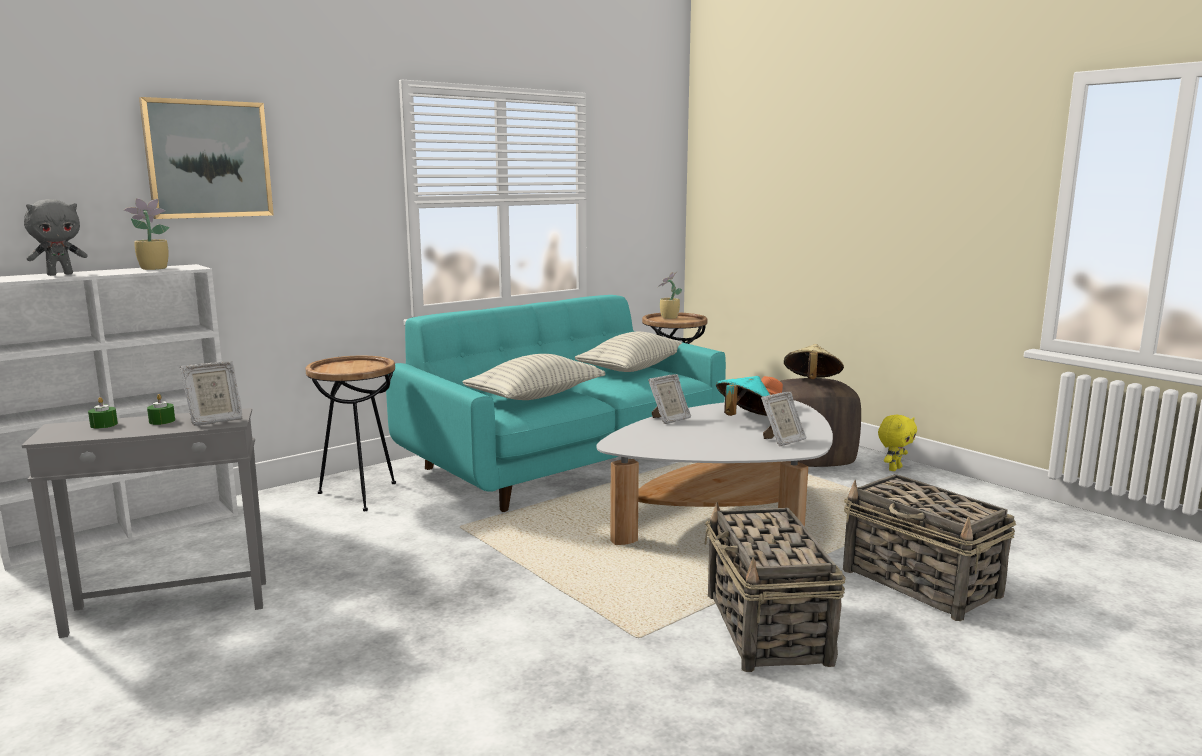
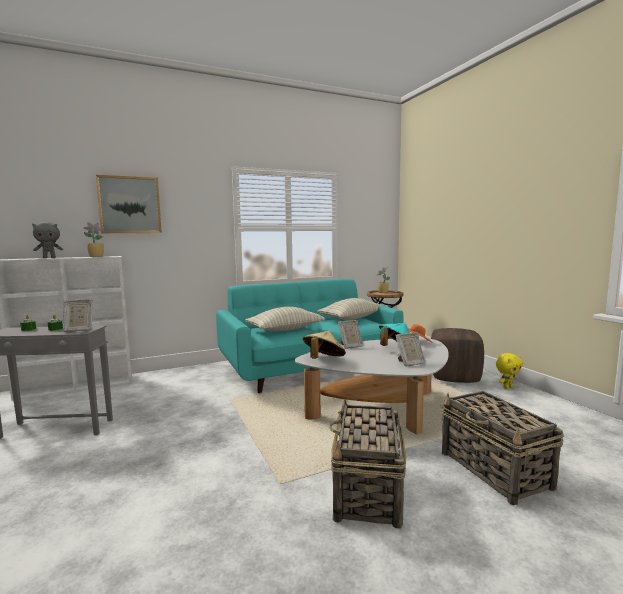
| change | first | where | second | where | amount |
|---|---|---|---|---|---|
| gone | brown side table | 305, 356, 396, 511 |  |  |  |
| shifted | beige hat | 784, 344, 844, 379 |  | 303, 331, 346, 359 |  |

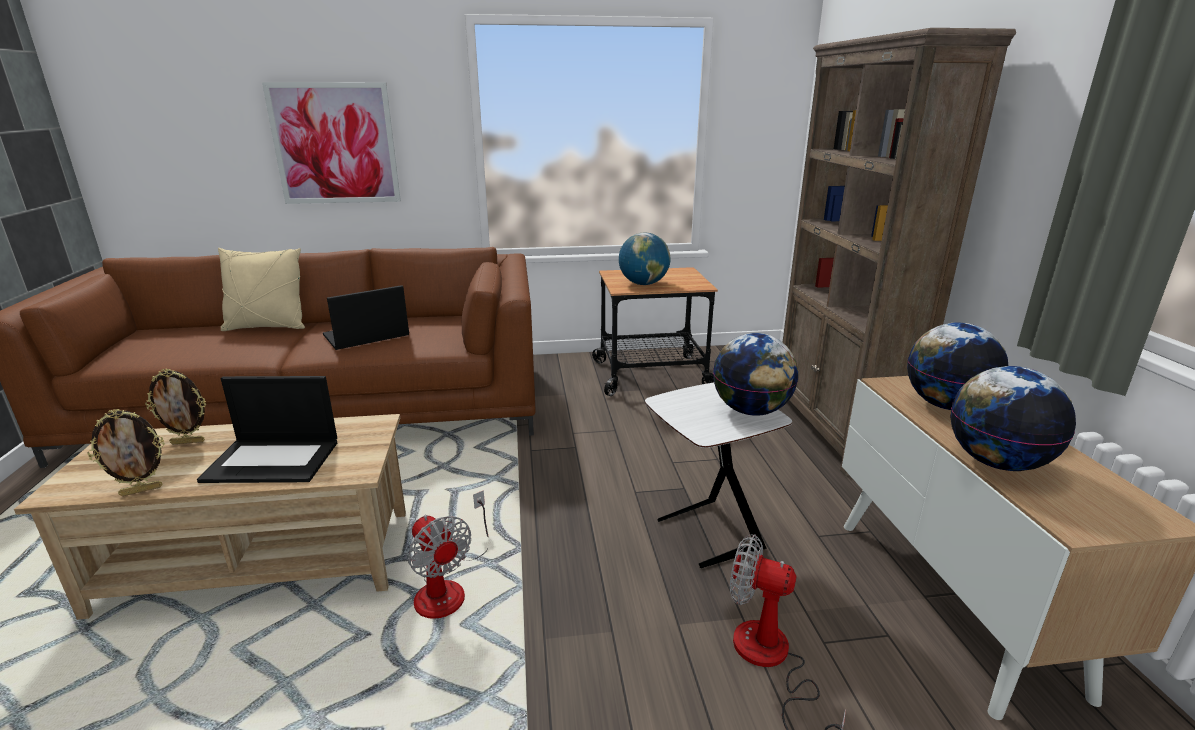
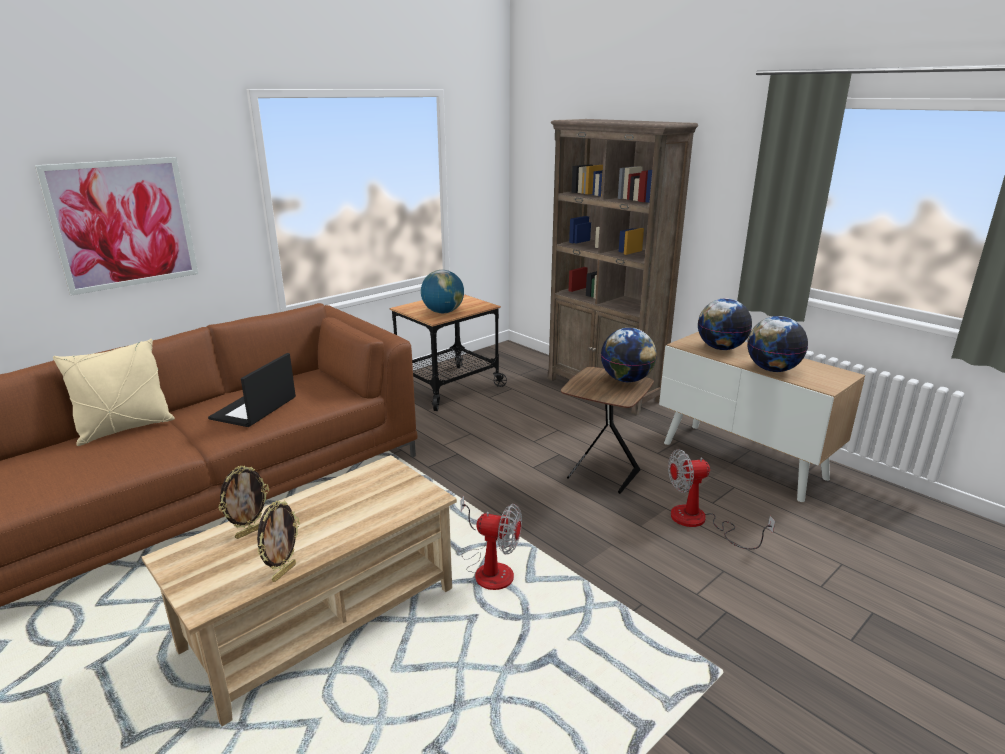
| change | first | where | second | where | amount |
|---|---|---|---|---|---|
| gone | laptop | 197, 376, 337, 483 |  |  |  |
| repainted | white side table | 645, 382, 792, 568 | brown side table | 561, 367, 654, 494 |  |

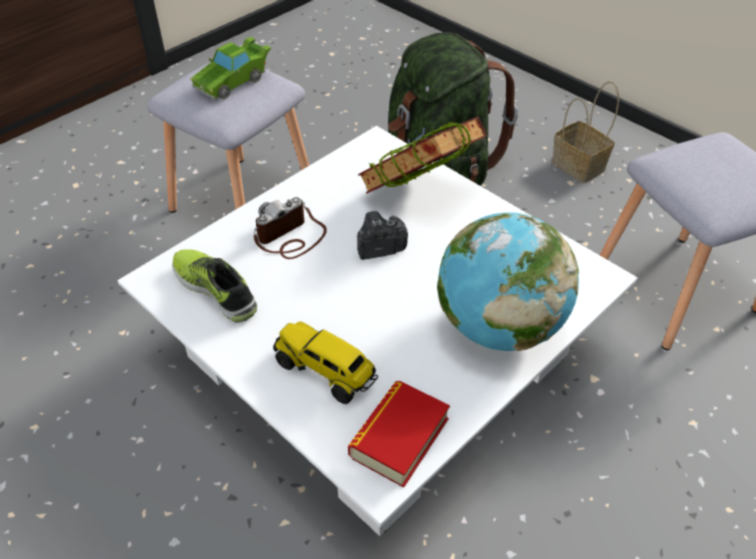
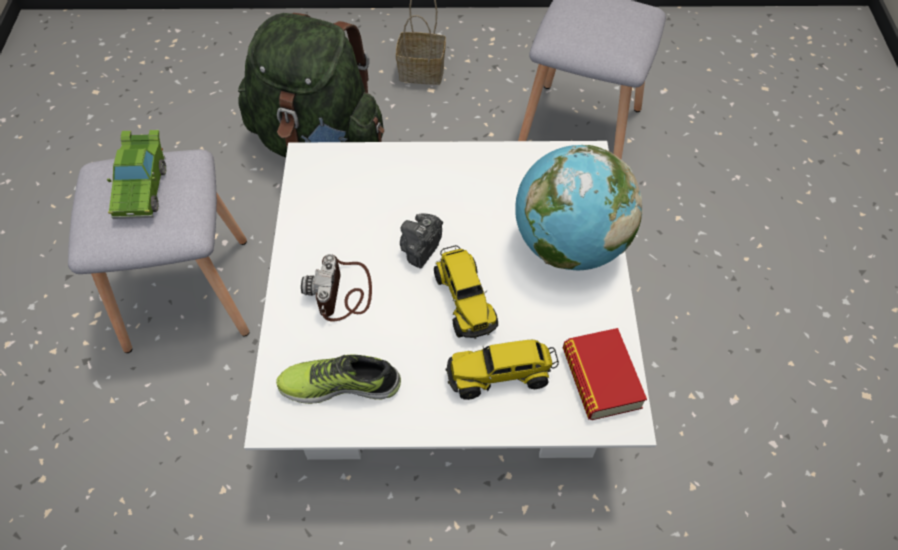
| change | first | where | second | where | amount |
|---|---|---|---|---|---|
| gone | book | 358, 117, 487, 194 |  |  |  |
| new |  |  | toy truck | 434, 245, 498, 339 |  |

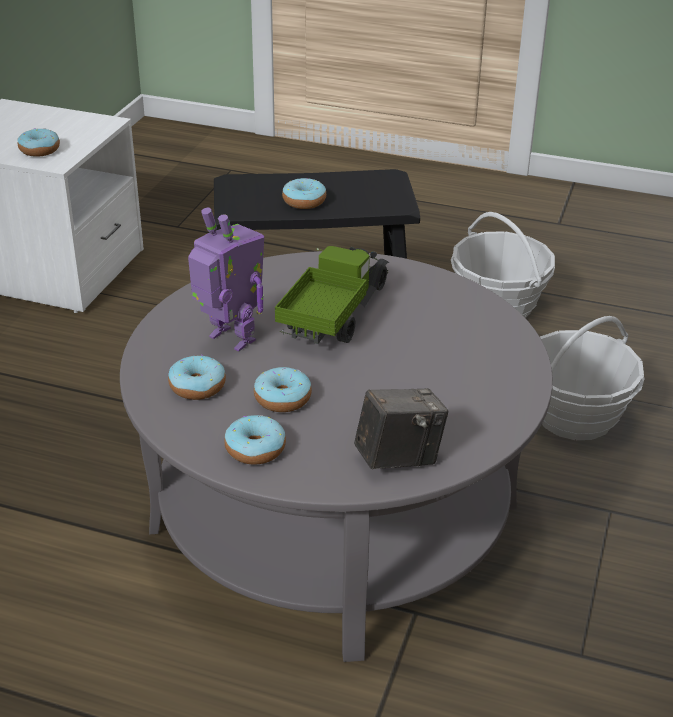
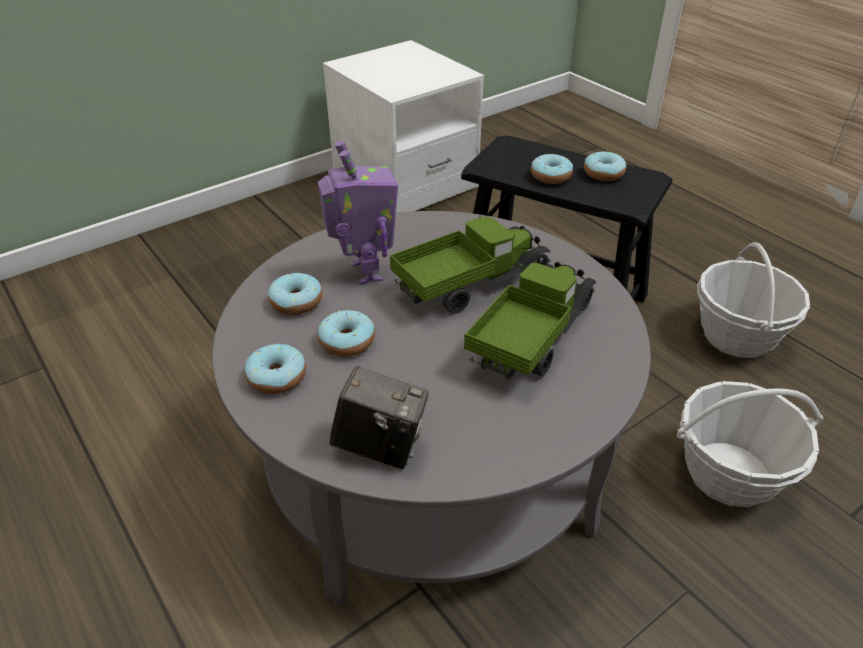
| change | first | where | second | where | amount |
|---|---|---|---|---|---|
| shifted | donut | 17, 128, 60, 157 |  | 584, 151, 626, 181 |  |
| new |  |  | toy truck | 464, 262, 597, 379 |  |

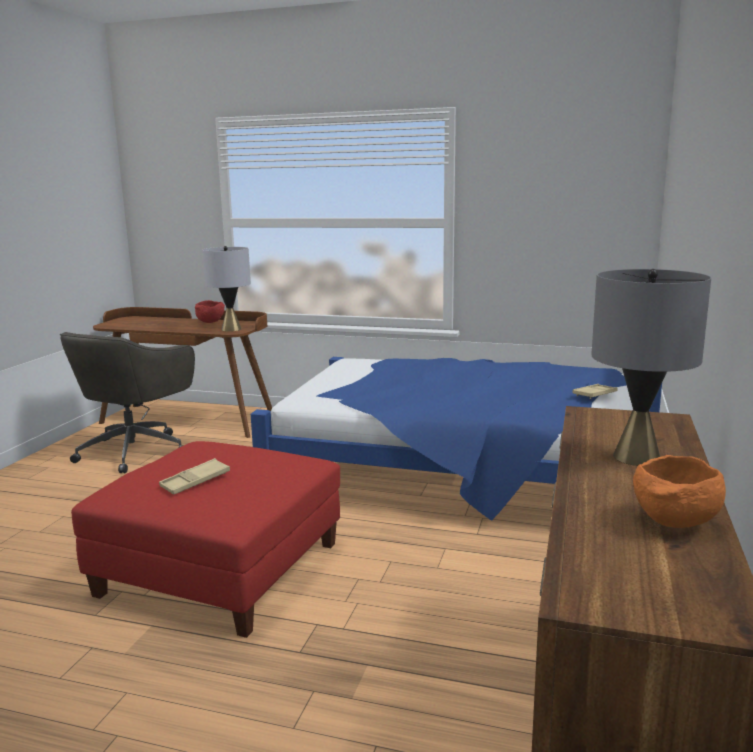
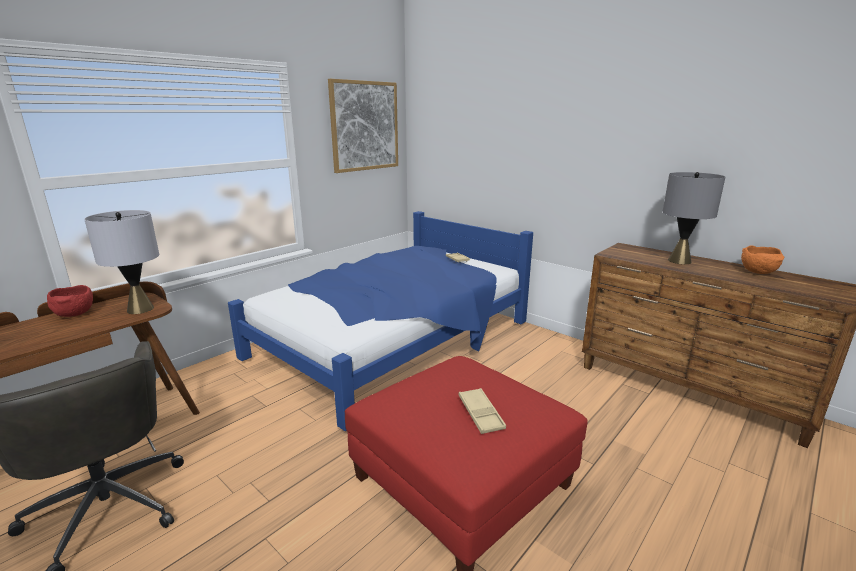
| change | first | where | second | where | amount |
|---|---|---|---|---|---|
| new |  |  | picture | 328, 79, 398, 173 |  |

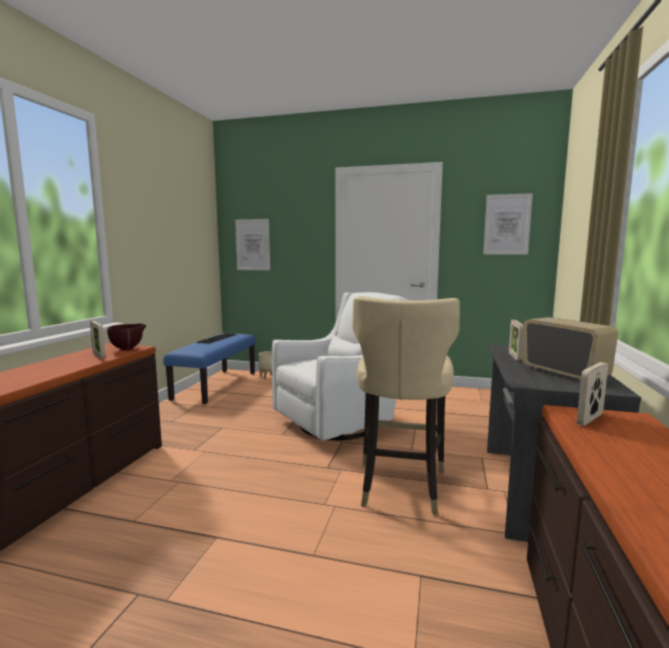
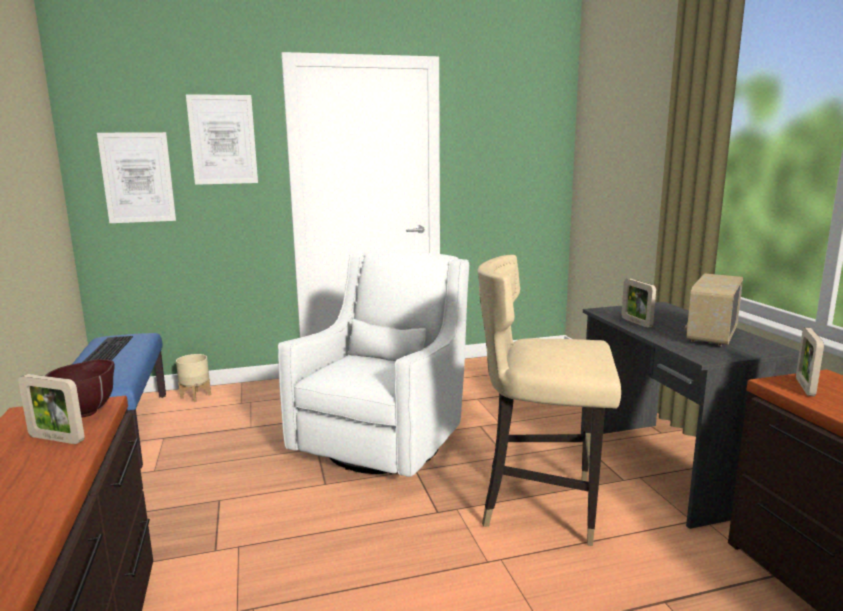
| change | first | where | second | where | amount |
|---|---|---|---|---|---|
| rotated | beige chair | 352, 296, 460, 516 |  | 477, 255, 621, 546 | 120 degrees clockwise |
| shifted | picture | 483, 193, 533, 255 |  | 186, 94, 258, 185 |  |
| rotated | radio | 522, 317, 618, 381 |  | 685, 273, 743, 346 | 90 degrees counterclockwise |

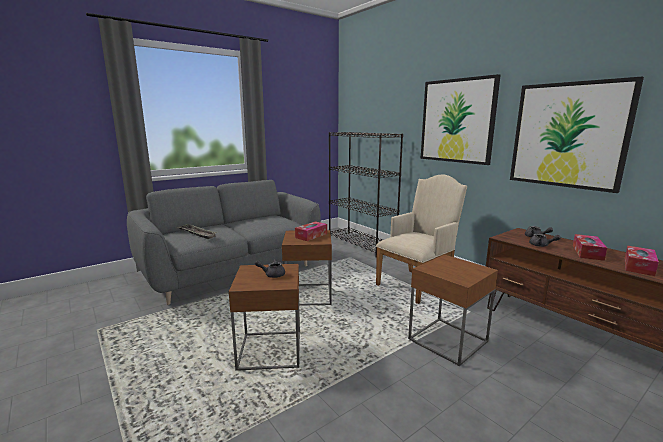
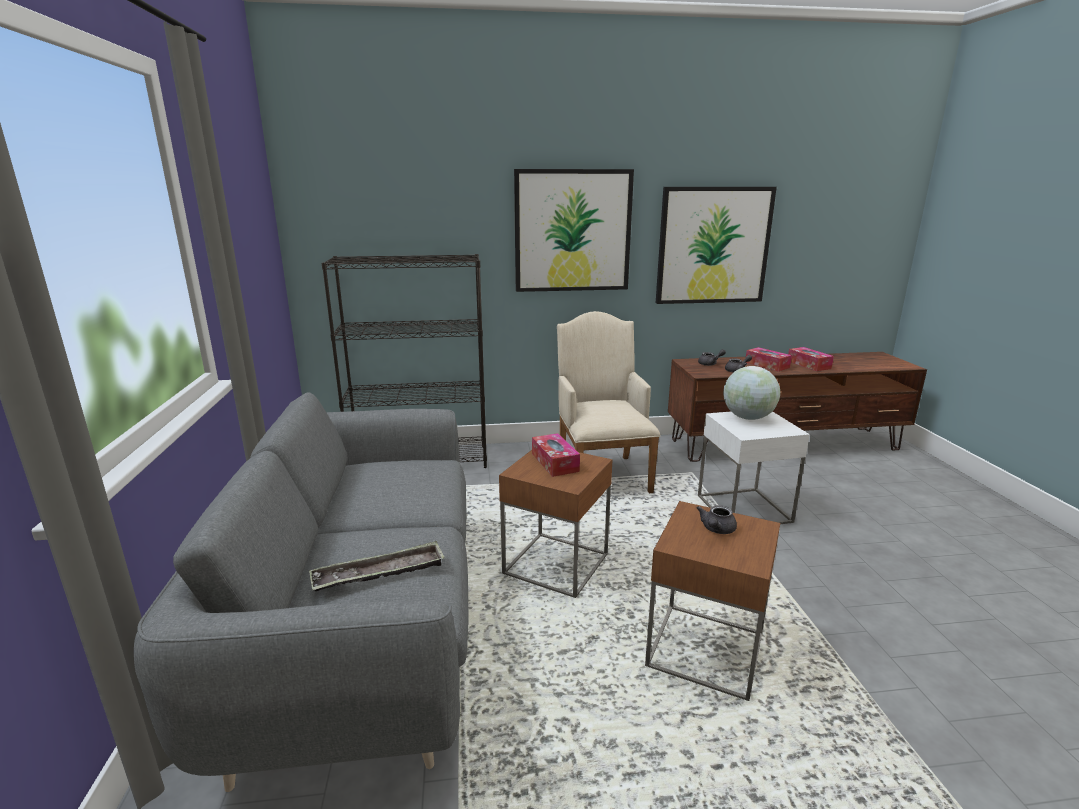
| change | first | where | second | where | amount |
|---|---|---|---|---|---|
| repainted | brown side table | 408, 254, 498, 366 | white side table | 698, 411, 810, 524 |  |
| new |  |  | globe | 723, 366, 780, 420 |  |

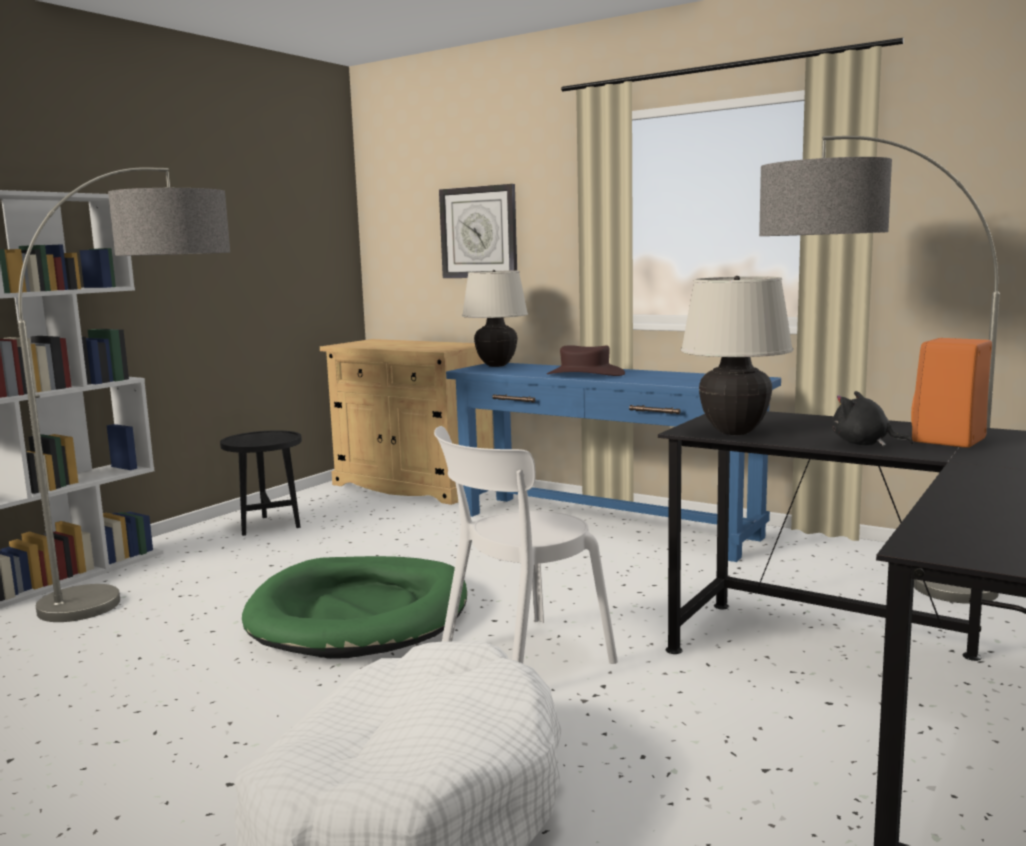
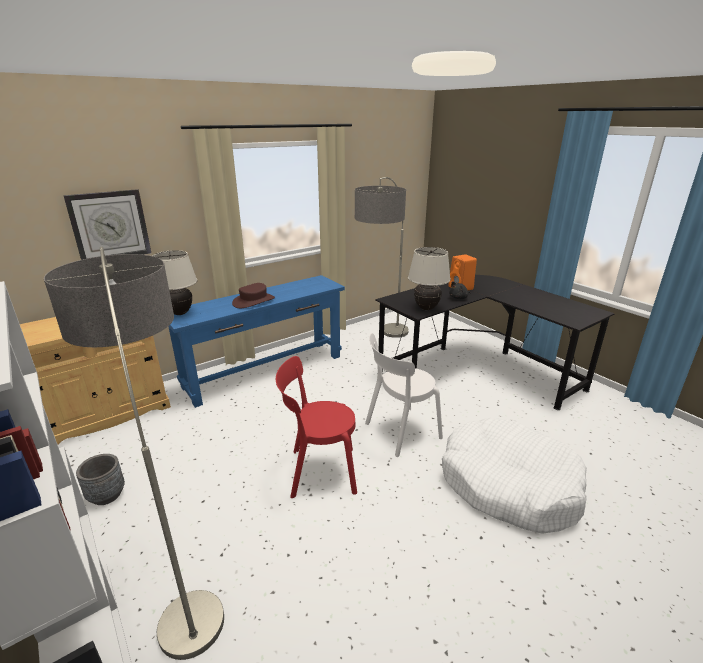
| change | first | where | second | where | amount |
|---|---|---|---|---|---|
| swapped | black side table | 220, 430, 302, 536 | grey planter | 76, 454, 125, 505 |  |
| swapped | green dog bed | 242, 556, 467, 659 | red chair | 276, 356, 357, 498 |  |
| rotated | white chair | 434, 426, 618, 664 |  | 365, 333, 443, 457 | 75 degrees clockwise |

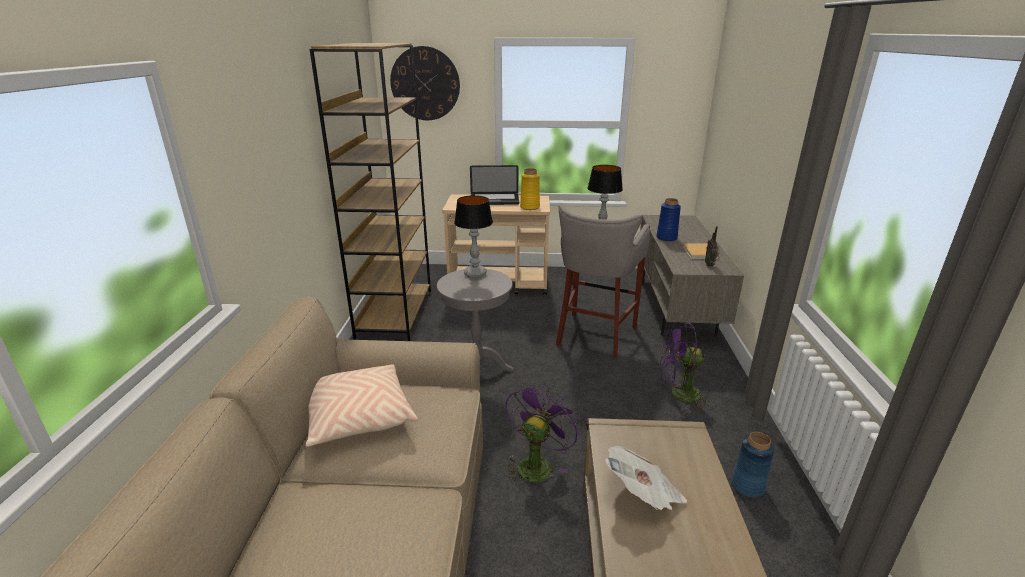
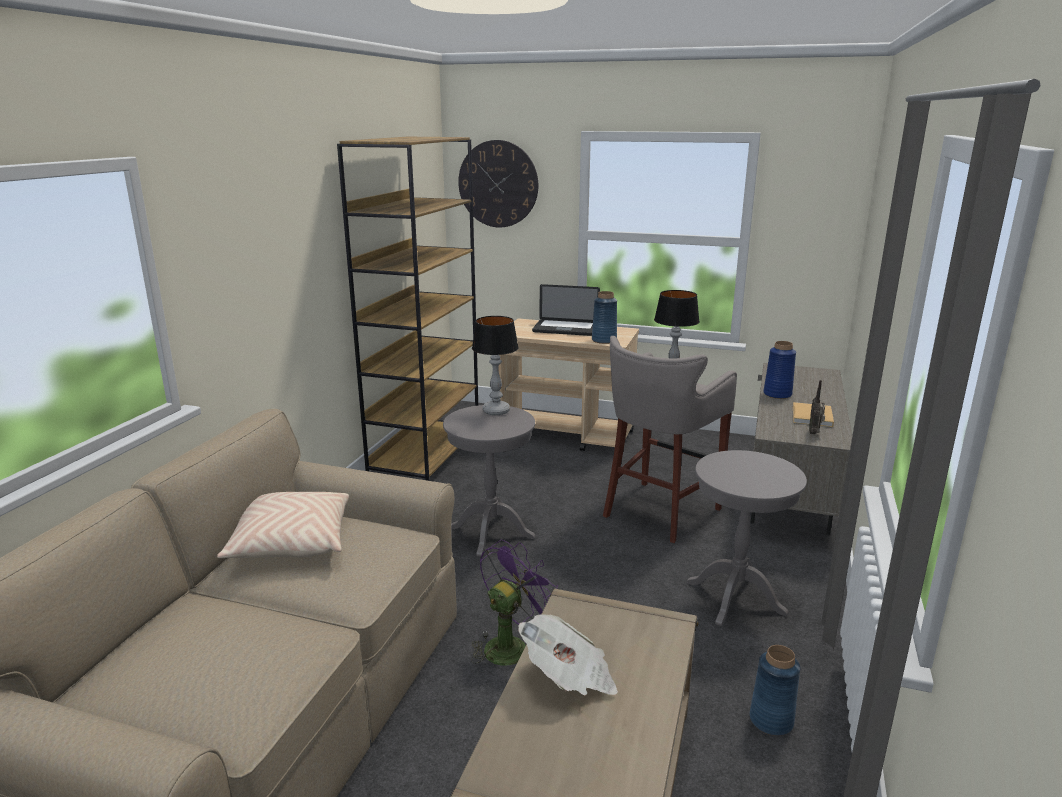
| change | first | where | second | where | amount |
|---|---|---|---|---|---|
| repainted | yellow vase | 520, 168, 540, 210 | blue vase | 592, 291, 617, 344 |  |
| swapped | purple fan | 660, 322, 711, 409 | grey side table | 686, 450, 807, 626 |  |

